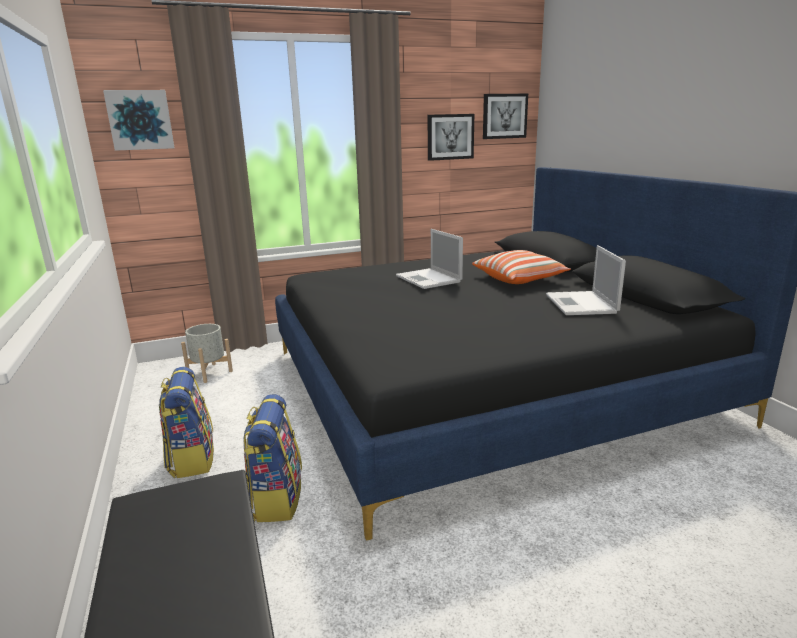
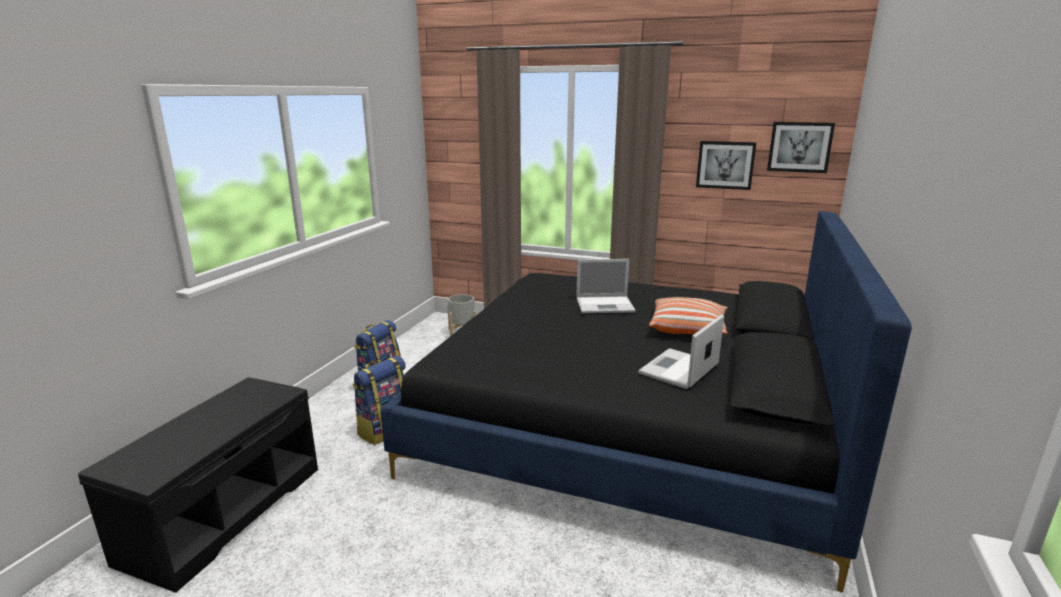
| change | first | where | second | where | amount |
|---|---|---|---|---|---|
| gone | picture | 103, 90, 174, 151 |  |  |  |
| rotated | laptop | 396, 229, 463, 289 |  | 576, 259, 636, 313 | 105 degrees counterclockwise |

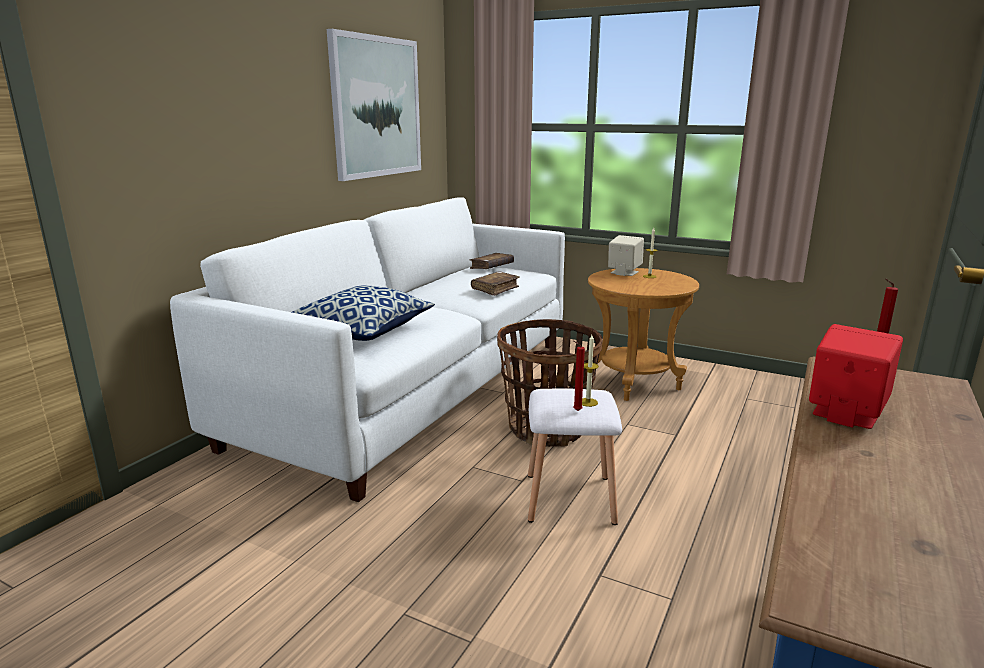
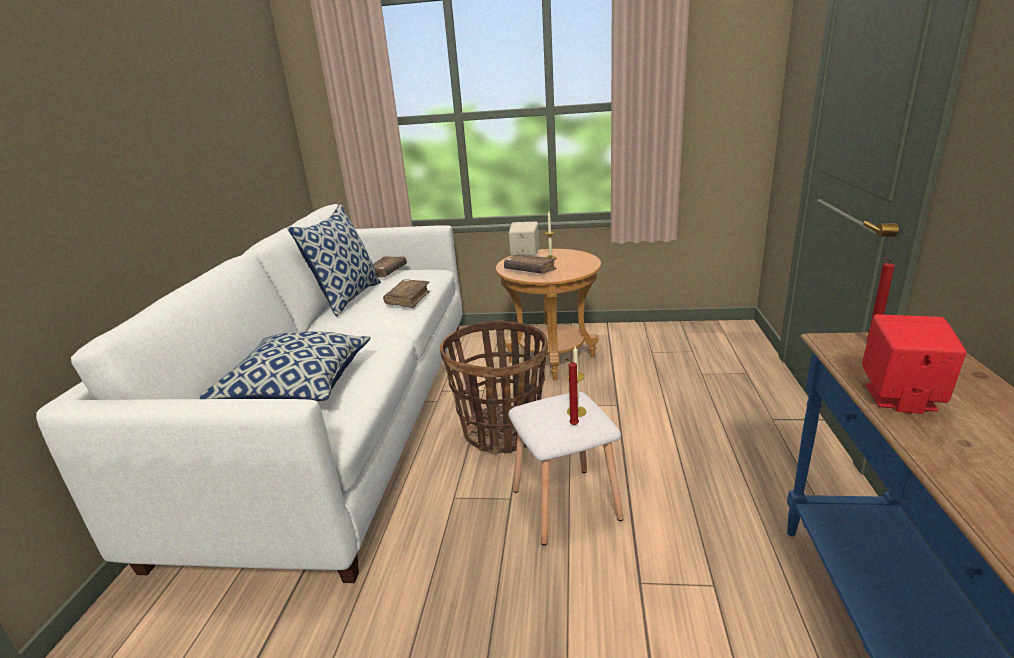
| change | first | where | second | where | amount |
|---|---|---|---|---|---|
| gone | picture | 327, 29, 421, 181 |  |  |  |
| new |  |  | pillow | 287, 204, 381, 317 |  |
| new |  |  | brown book | 504, 254, 557, 274 |  |

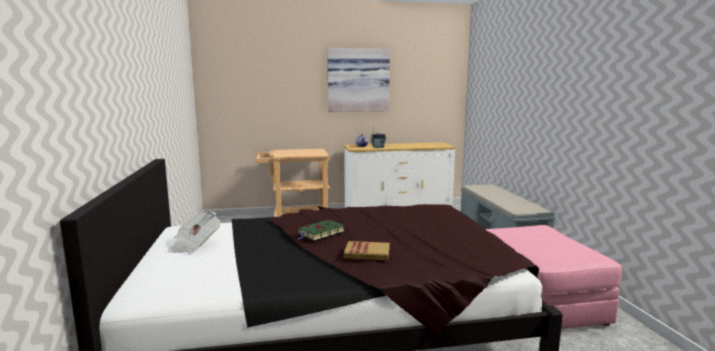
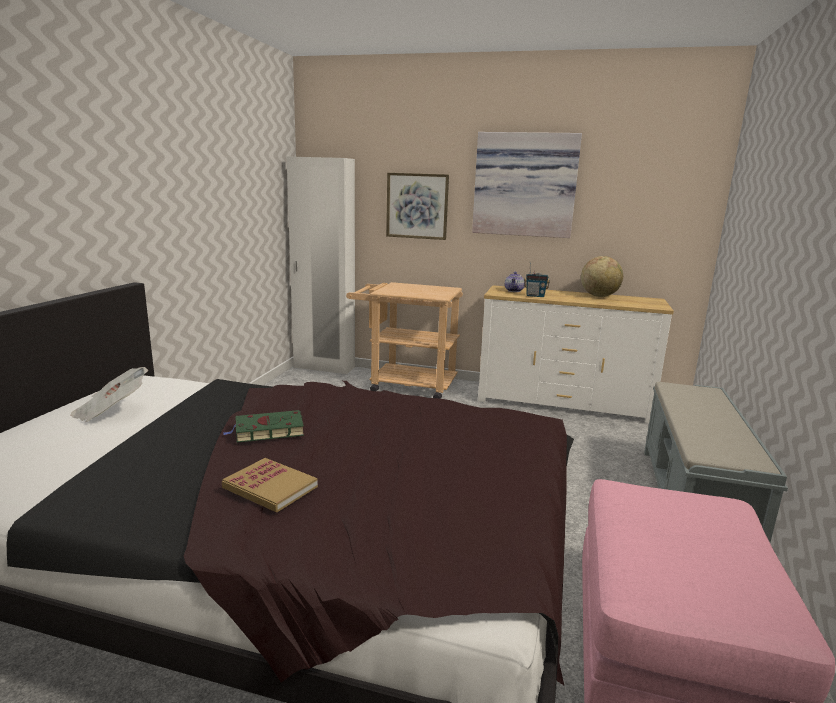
| change | first | where | second | where | amount |
|---|---|---|---|---|---|
| new |  |  | white wardrobe | 287, 157, 355, 374 |  |
| new |  |  | picture | 386, 173, 449, 240 |  |
| new |  |  | globe | 581, 256, 623, 297 |  |

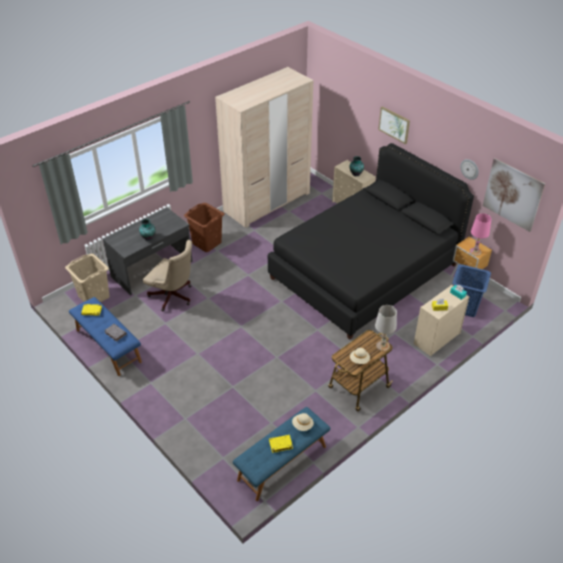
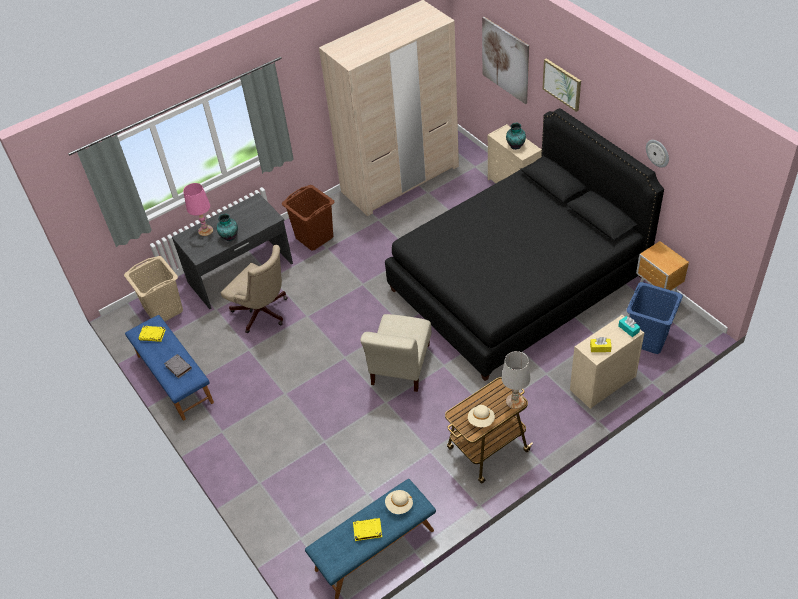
| change | first | where | second | where | amount |
|---|---|---|---|---|---|
| shifted | pink table lamp | 470, 213, 491, 256 |  | 183, 183, 213, 236 |  |
| shifted | picture | 483, 158, 545, 232 |  | 482, 17, 529, 104 |  |
| new |  |  | beige chair | 360, 314, 432, 392 |  |

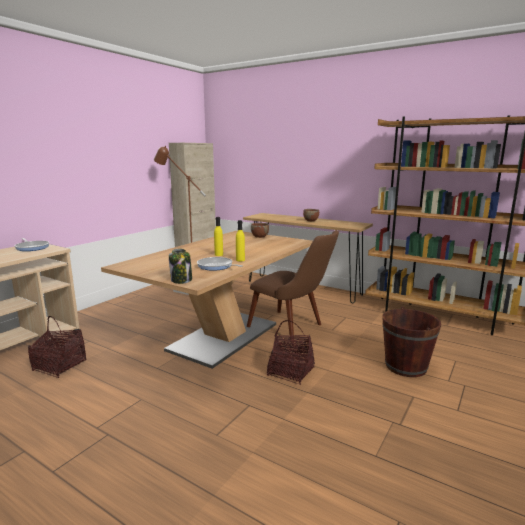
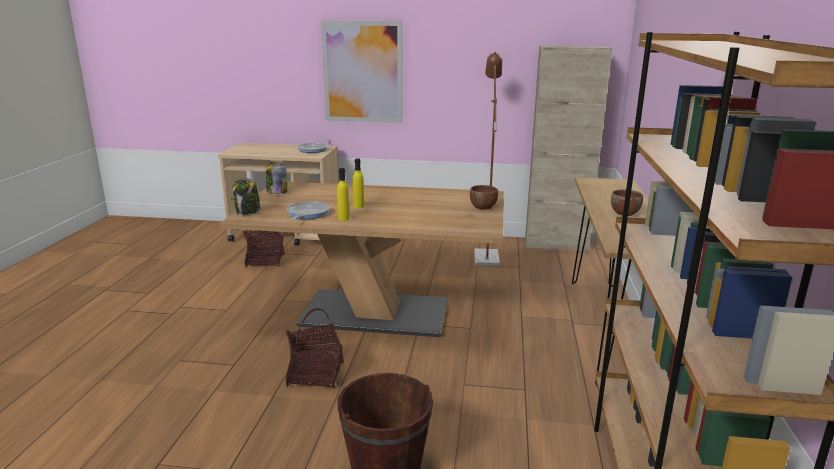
| change | first | where | second | where | amount |
|---|---|---|---|---|---|
| gone | brown chair | 247, 230, 339, 341 |  |  |  |
| new |  |  | jar | 266, 162, 287, 194 |  |
| new |  |  | picture | 321, 20, 402, 123 |  |

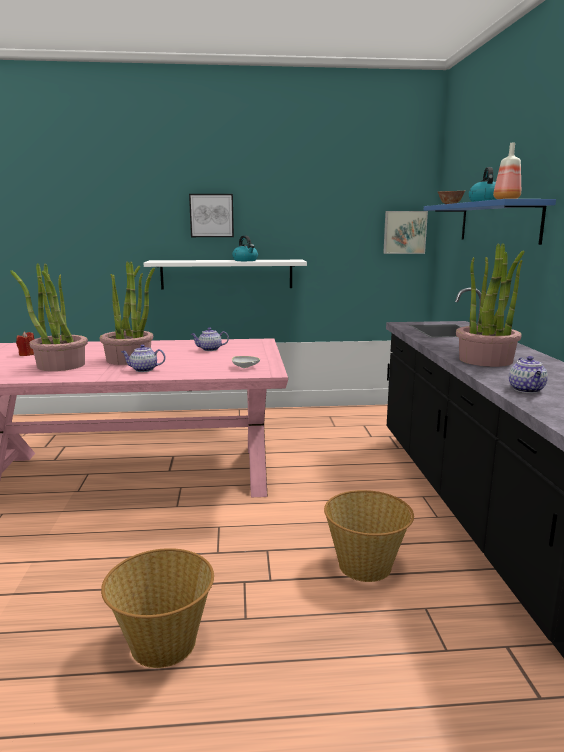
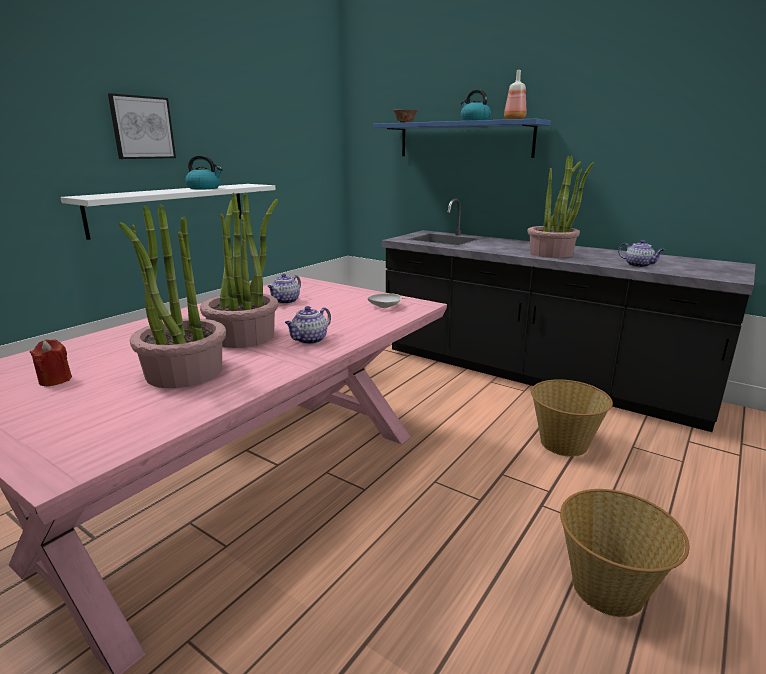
| change | first | where | second | where | amount |
|---|---|---|---|---|---|
| gone | picture | 383, 211, 428, 254 |  |  |  |

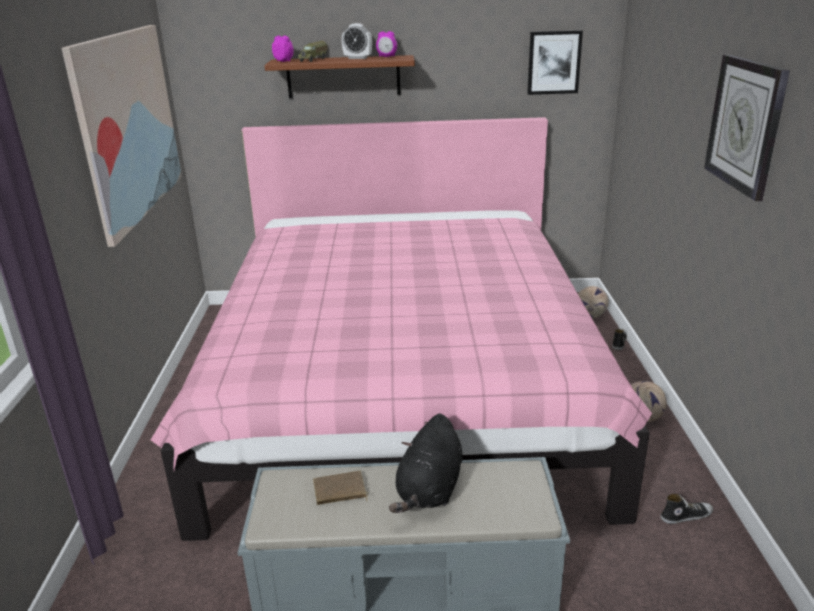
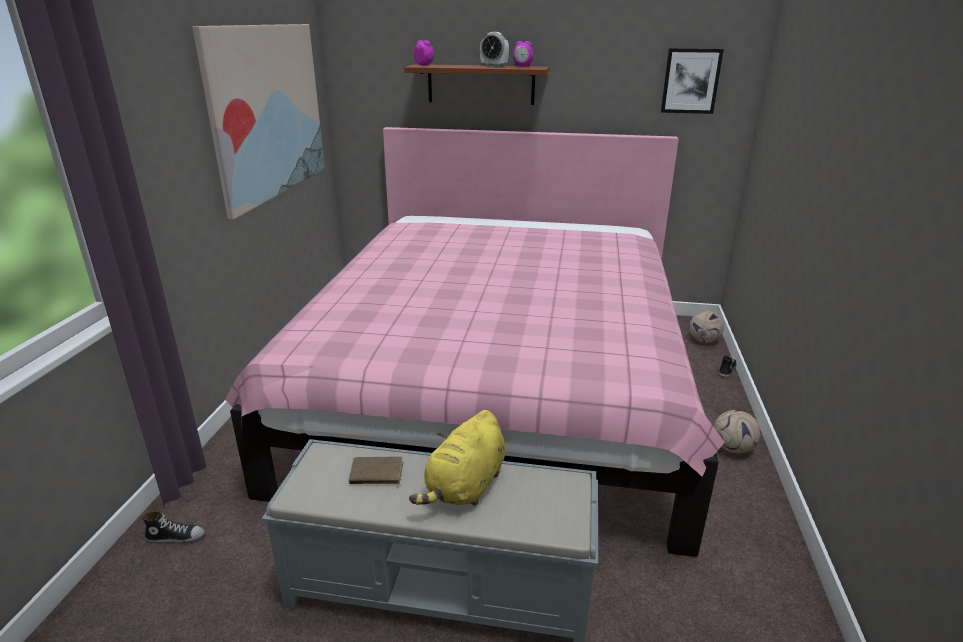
| change | first | where | second | where | amount |
|---|---|---|---|---|---|
| gone | toy truck | 298, 41, 328, 62 |  |  |  |
| repainted | black plush toy | 389, 414, 463, 513 | yellow plush toy | 409, 410, 506, 506 |  |
| shifted | shoe | 660, 494, 713, 524 |  | 142, 512, 205, 543 |  |
| gone | wall clock | 704, 54, 790, 201 |  |  |  |

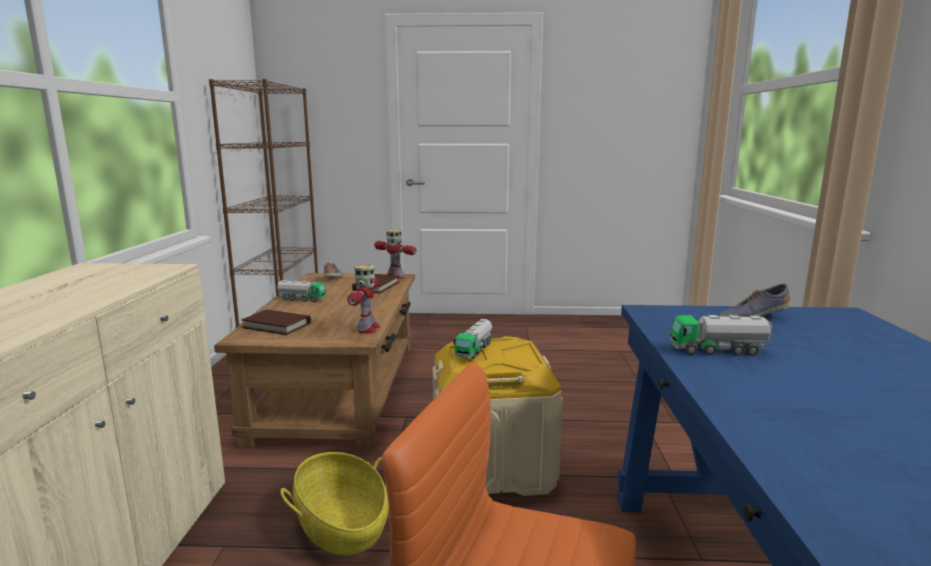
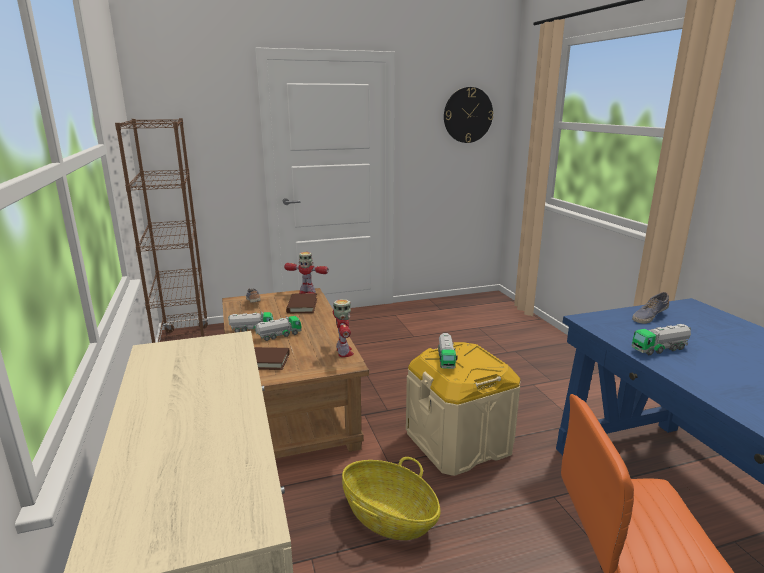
| change | first | where | second | where | amount |
|---|---|---|---|---|---|
| new |  |  | toy truck | 255, 316, 301, 341 |  |
| new |  |  | wall clock | 444, 87, 493, 143 |  |

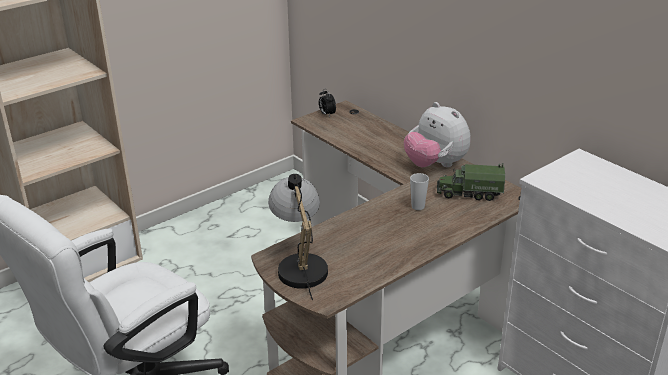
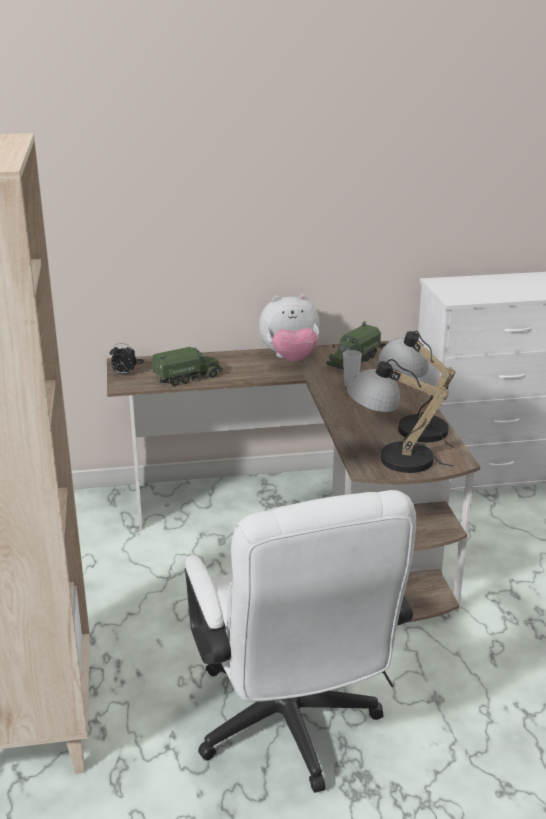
| change | first | where | second | where | amount |
|---|---|---|---|---|---|
| new |  |  | toy truck | 152, 347, 223, 386 |  |
| new |  |  | table lamp | 379, 331, 456, 448 |  |

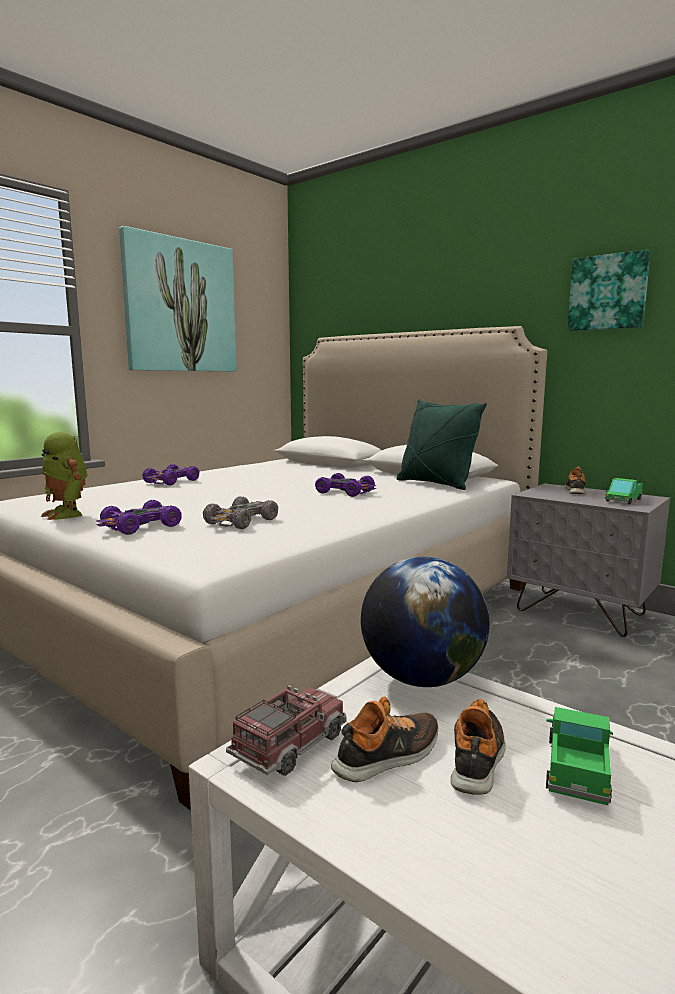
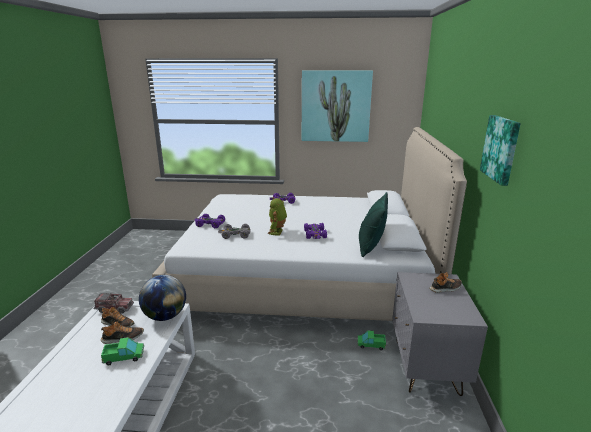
| change | first | where | second | where | amount |
|---|---|---|---|---|---|
| shifted | toy robot | 41, 432, 88, 520 |  | 267, 198, 287, 236 |  |
| shifted | toy truck | 605, 478, 642, 504 |  | 357, 330, 386, 350 |  |

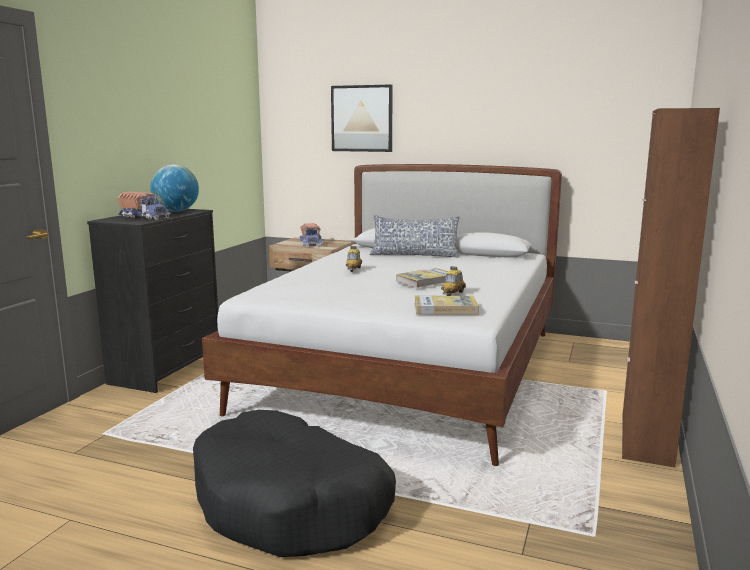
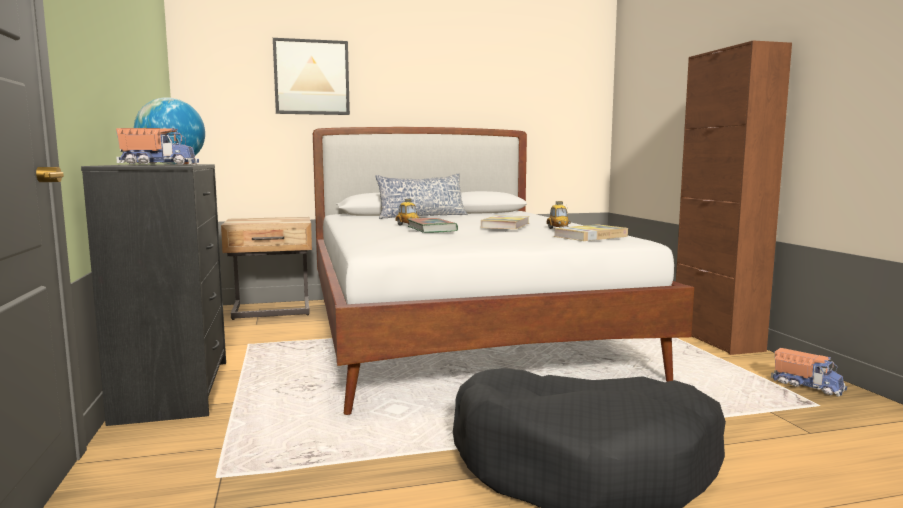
| change | first | where | second | where | amount |
|---|---|---|---|---|---|
| shifted | toy truck | 300, 223, 323, 247 |  | 771, 348, 847, 397 |  |
| new |  |  | book | 407, 218, 458, 233 |  |

